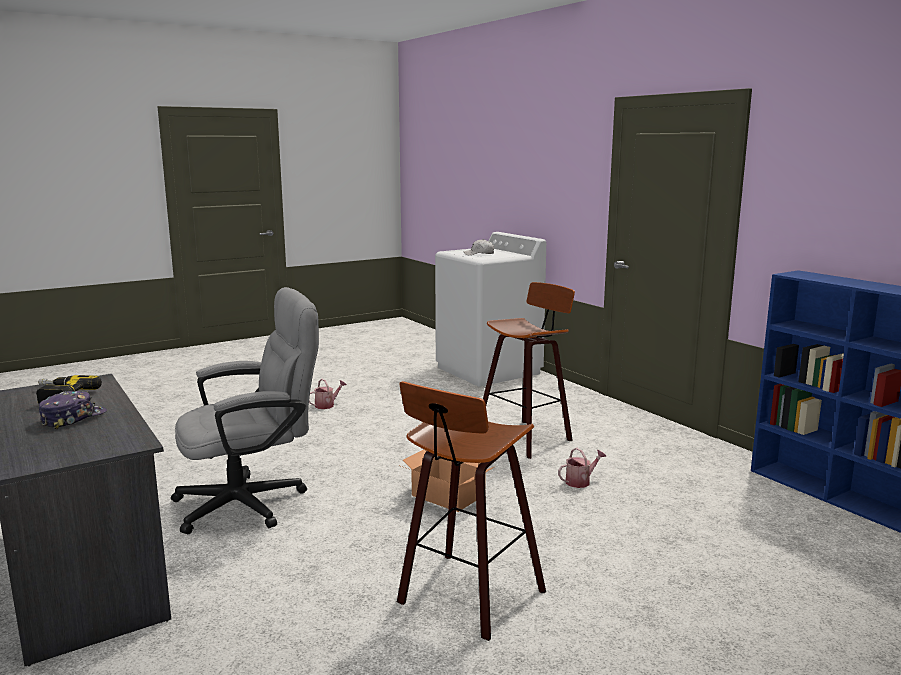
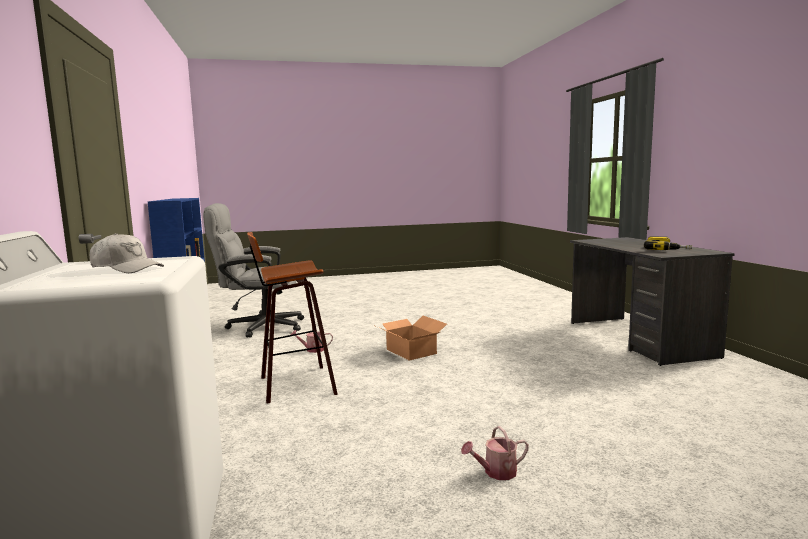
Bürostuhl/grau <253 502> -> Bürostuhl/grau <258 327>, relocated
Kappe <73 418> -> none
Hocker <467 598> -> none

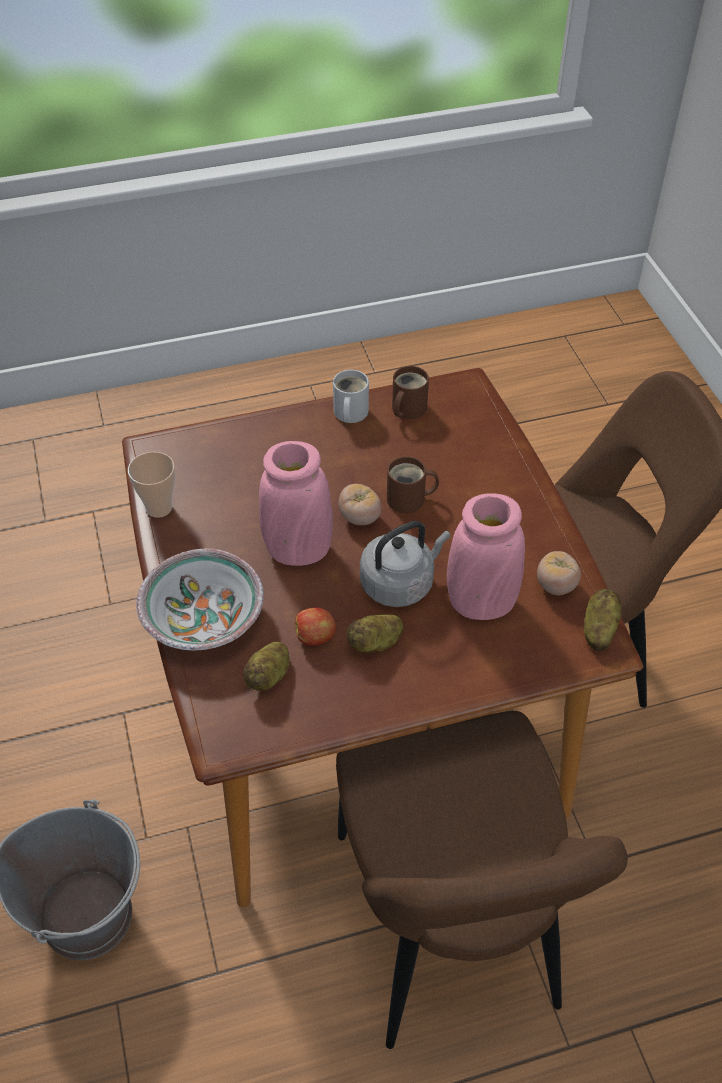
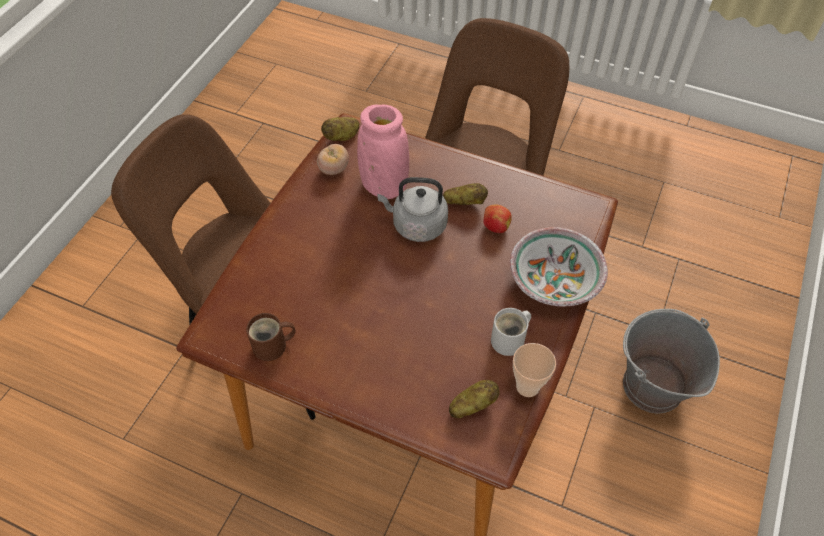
Kartoffel <269 676> -> Kartoffel <472 405>, relocated
Henkelbecher/weiß <349 413> -> Henkelbecher/weiß <510 340>, relocated
Vase/rosa <298 550> -> none
Tomate <359 517> -> none
Henkelbecher/braun <409 500> -> none

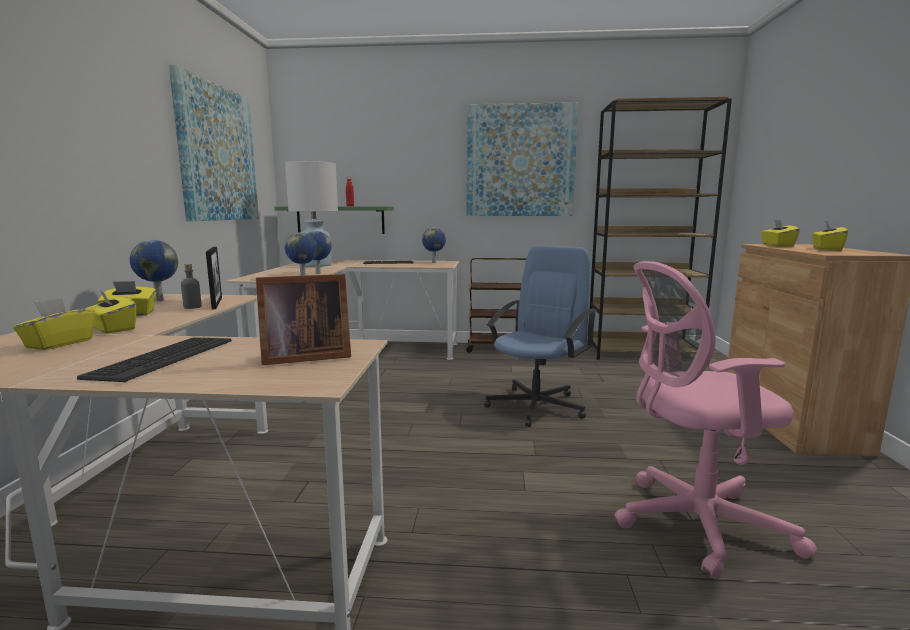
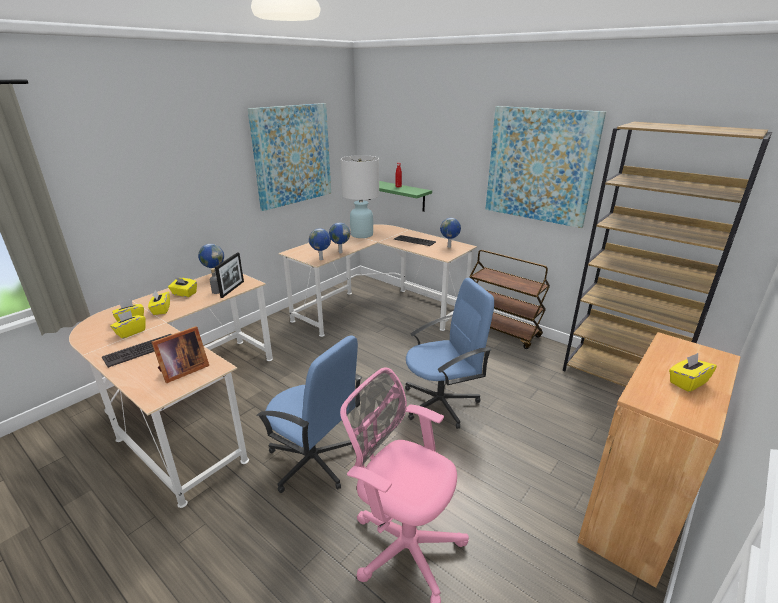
Taschentuchbox/gelb <777 245> -> Taschentuchbox/gelb <131 332>, relocated
Bilderrahmen <303 357> -> Bilderrahmen <182 371>, 60 degrees counterclockwise
none -> Bürostuhl/blau <314 461>

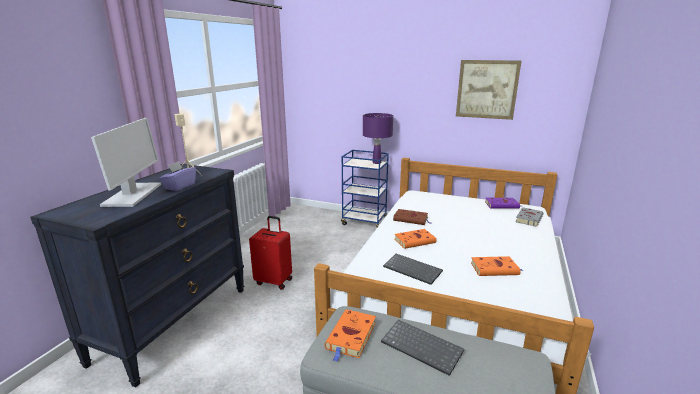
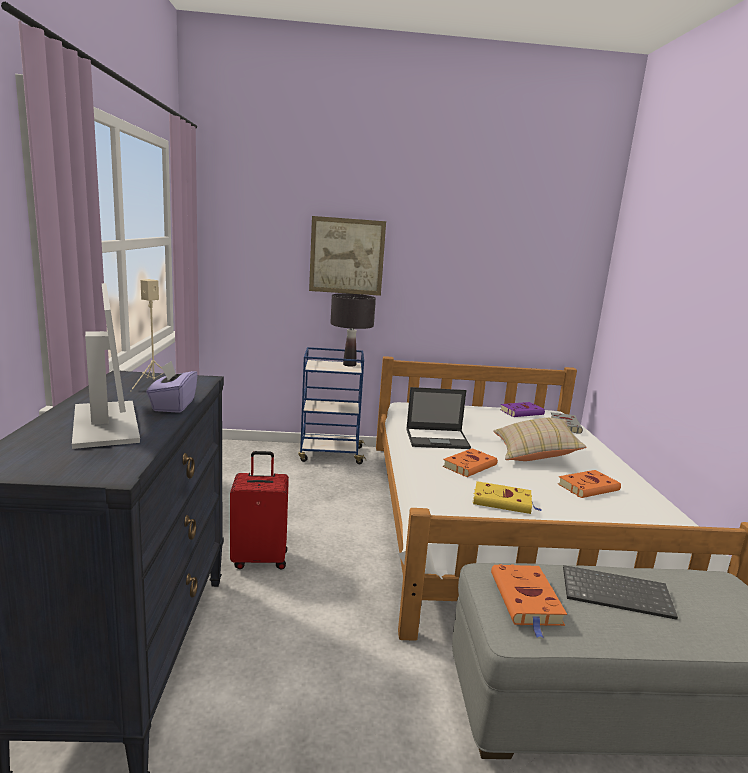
Bild <487 89> -> Bild <347 256>, relocated
Tischlampe/lila <376 162> -> Tischlampe/schwarz <349 365>
Buch/braun <411 219> -> Laptop <438 439>
Tastatur <413 269> -> Buch/gelb <503 502>
none -> Kissen/beige <534 454>

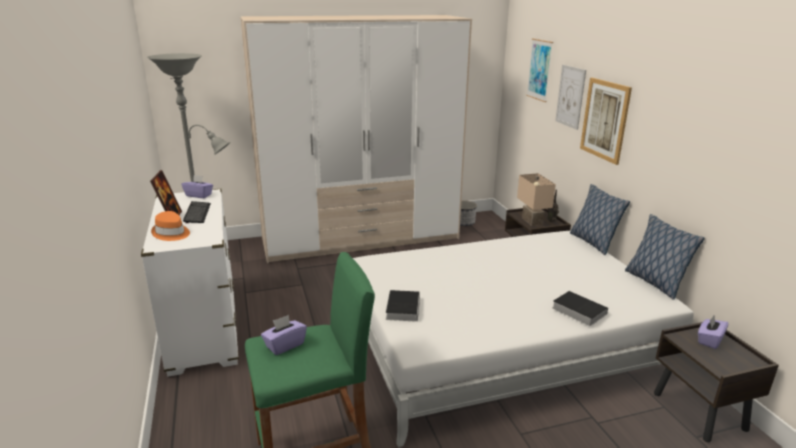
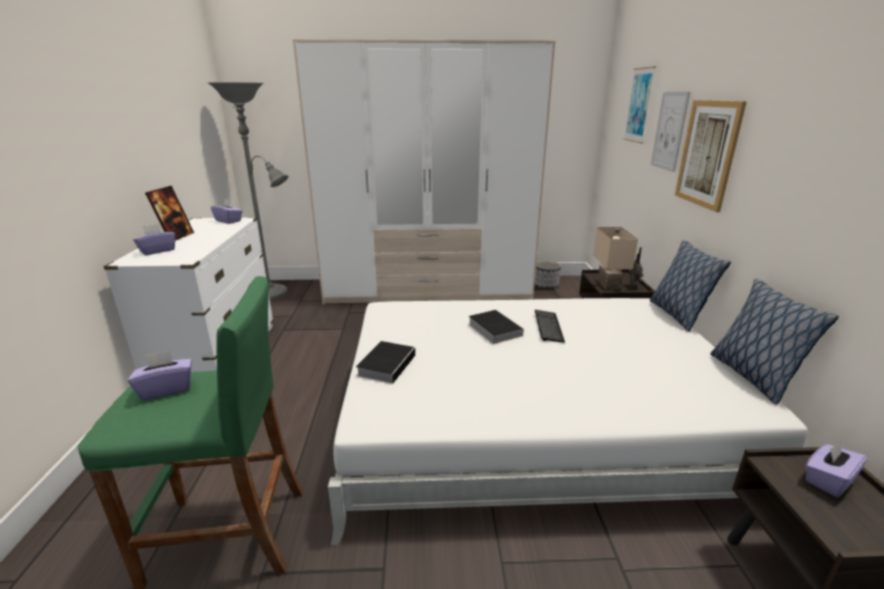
Hut/orange <171 233> -> Taschentuchbox/lila <157 251>
Buch <577 310> -> Buch <493 329>, relocated
Tastatur <197 213> -> Tastatur <548 327>, relocated

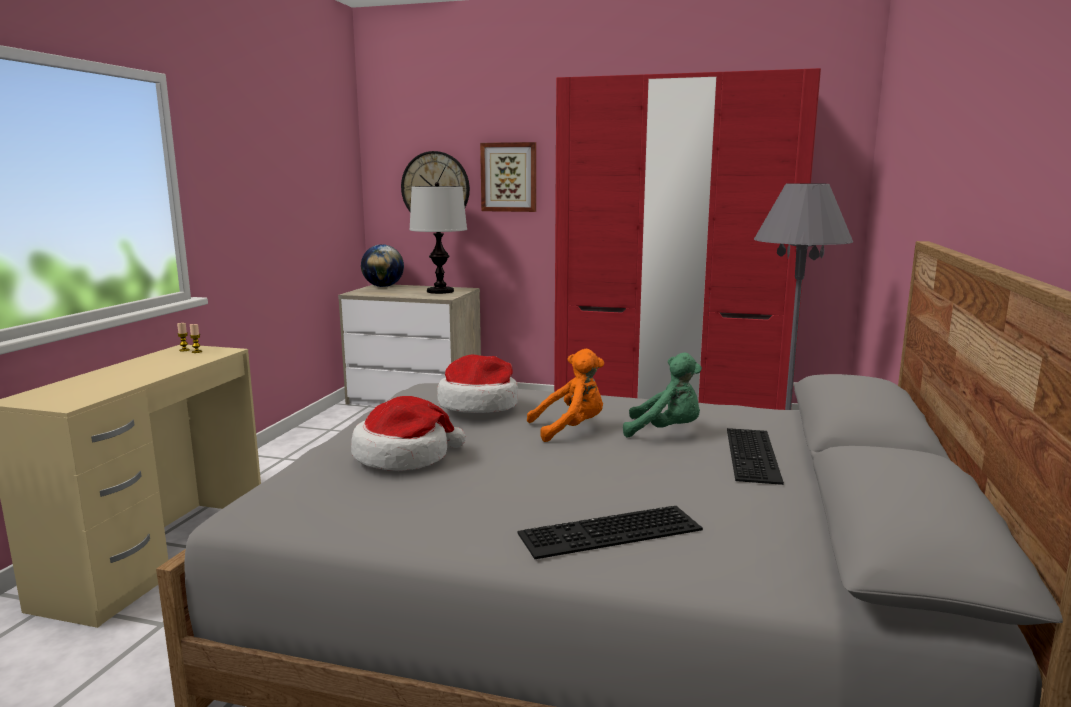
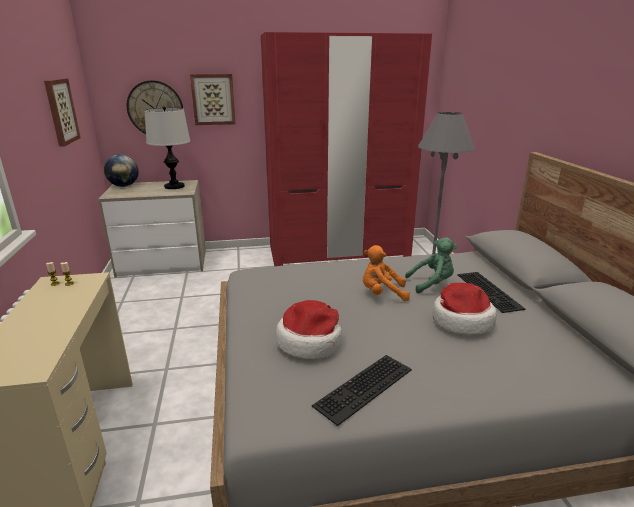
none -> Bild <61 111>
Tastatur <610 533> -> Tastatur <365 389>, relocated
Plüschtier/orange <570 429> -> Plüschtier/orange <382 294>, 135 degrees counterclockwise
Hut <479 405> -> Hut <461 320>, relocated

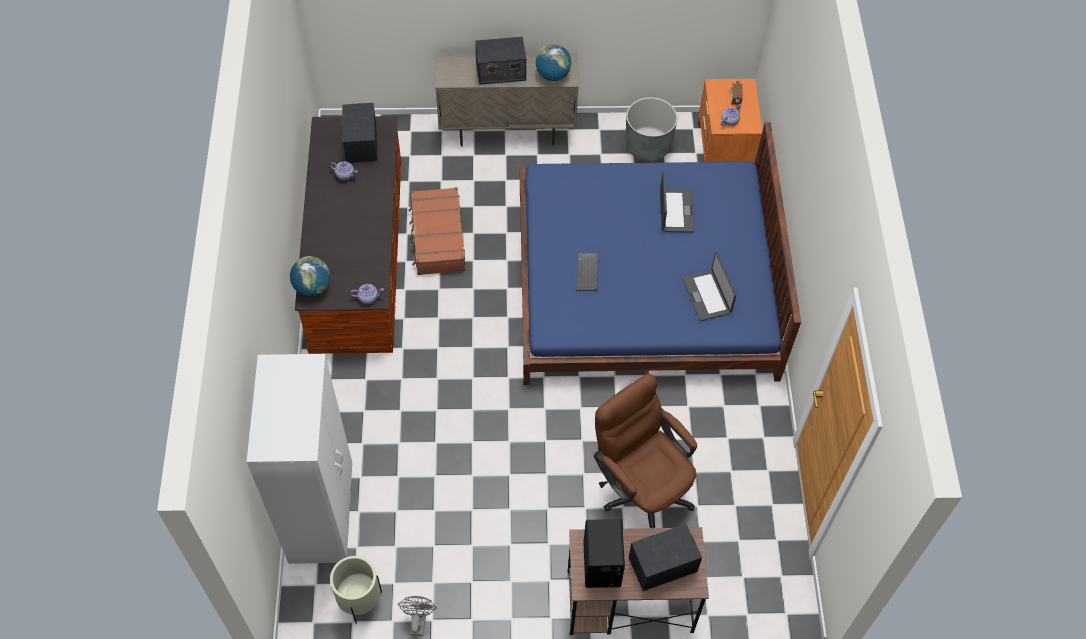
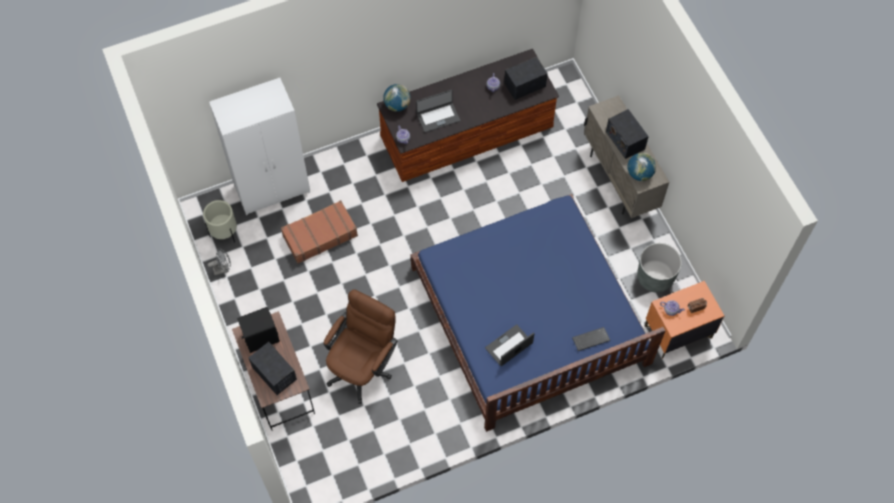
Koffer/braun <437 238> -> Koffer/braun <319 235>, relocated
Laptop <675 211> -> Laptop <438 117>, relocated
Tastatur <588 273> -> Tastatur <590 340>, relocated

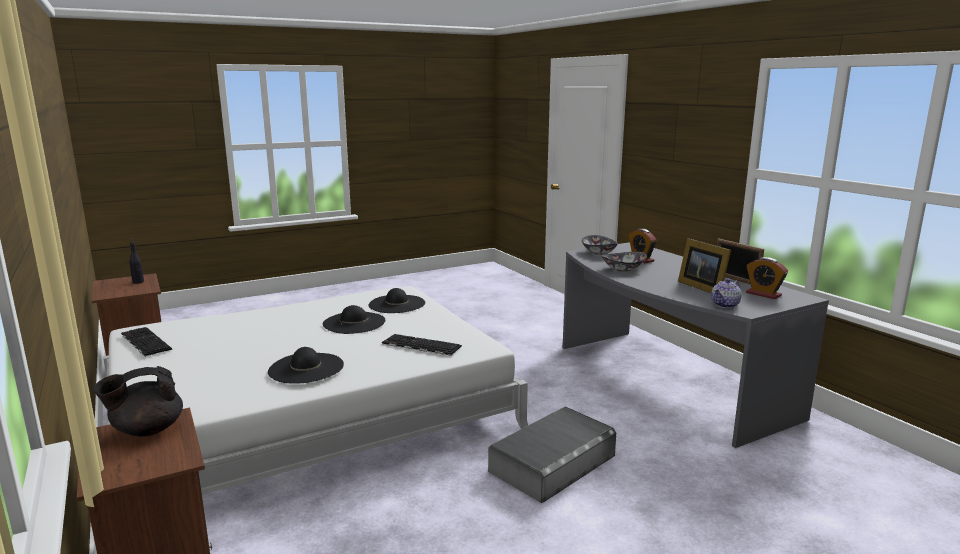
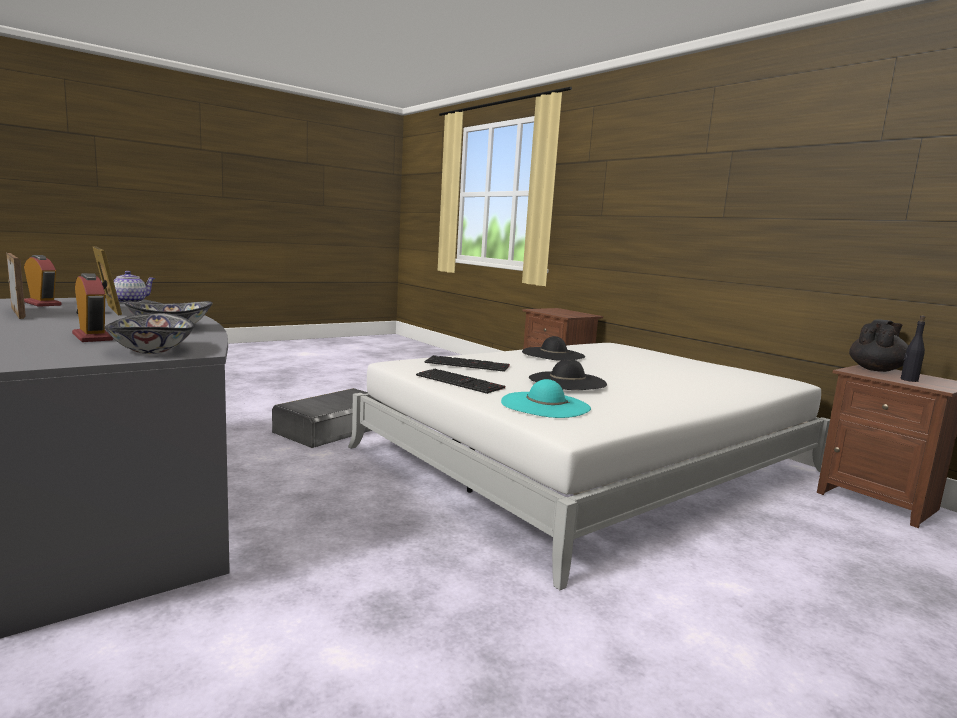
Tastatur <144 342> -> Tastatur <461 381>, relocated
Hut/schwarz <397 304> -> Hut/türkis <545 405>
Teekanne/schwarz <147 430> -> Teekanne/schwarz <876 369>, relocated

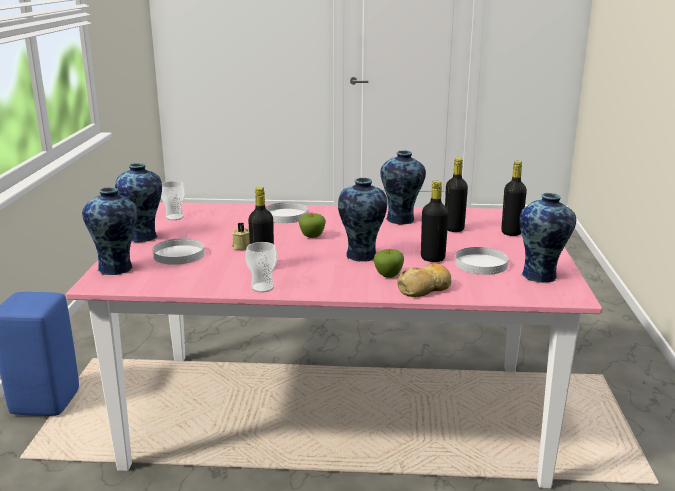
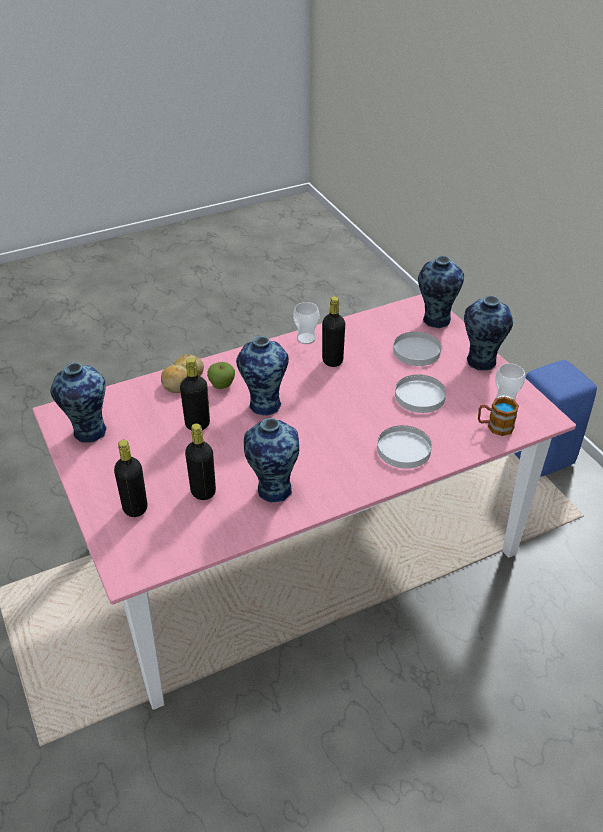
Teller/weiß <480 264> -> Teller/weiß <420 396>, relocated
none -> Henkelbecher <494 426>
Kerze/beige <241 247> -> none
Apfel <312 236> -> none

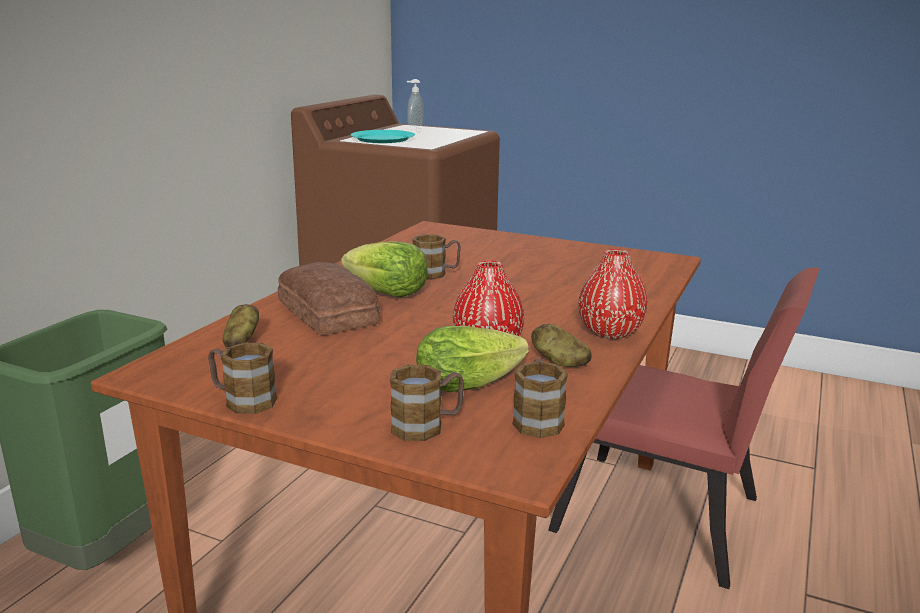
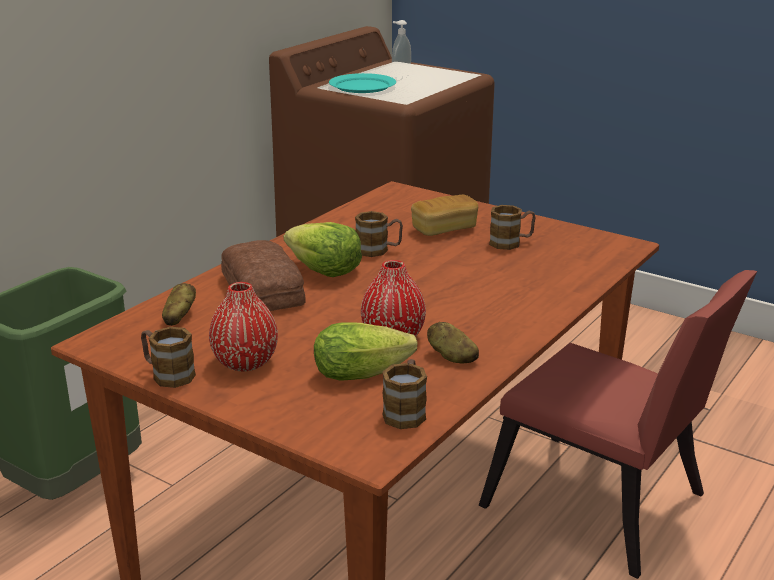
Vase/rot <610 332> -> Vase/rot <245 362>, relocated
none -> Brot <444 229>
Henkelbecher <427 426> -> Henkelbecher <511 243>, relocated

